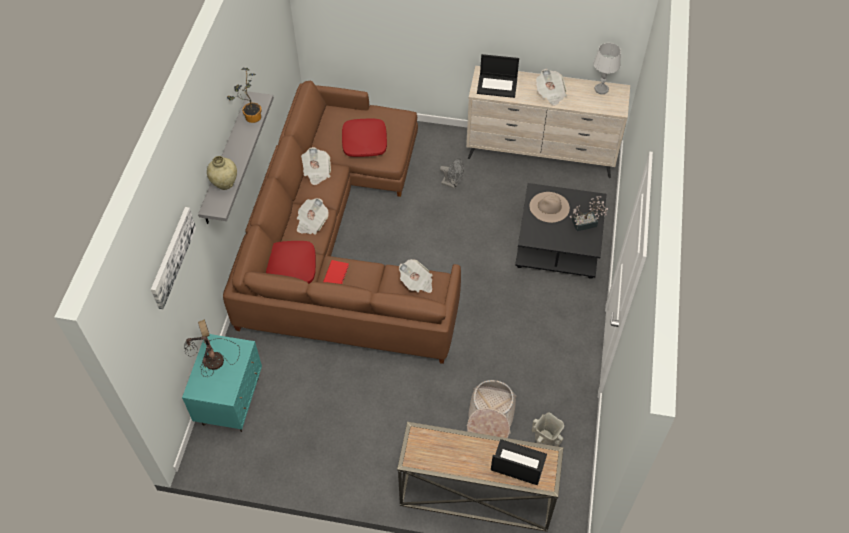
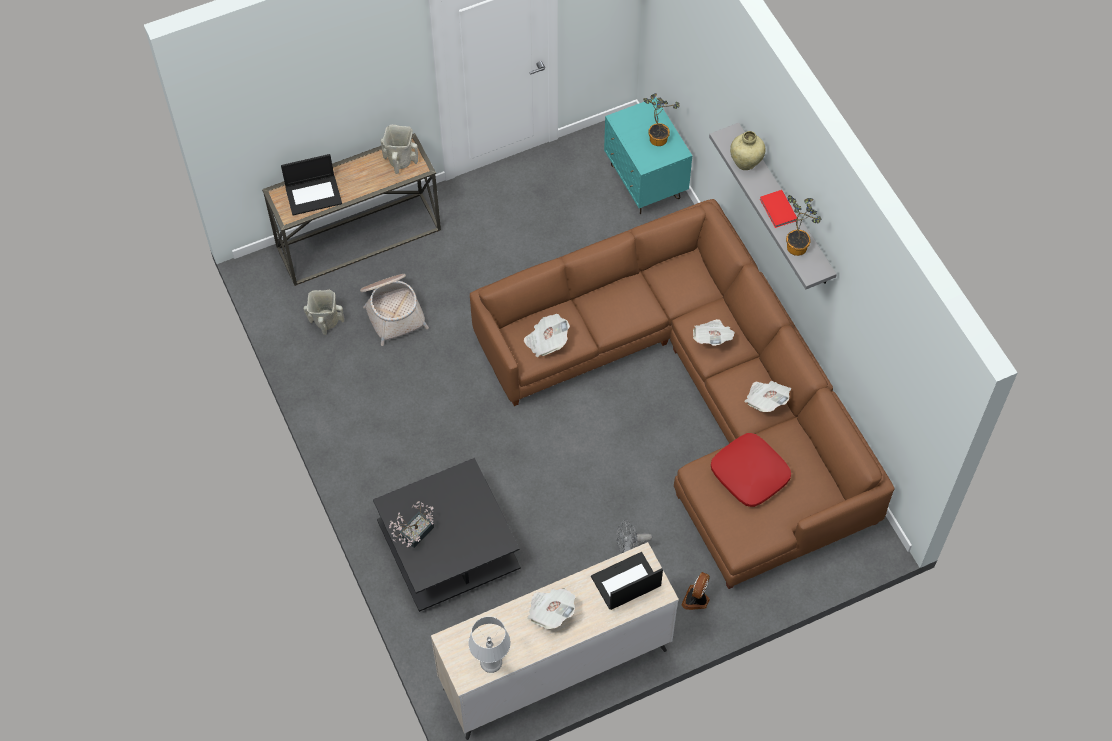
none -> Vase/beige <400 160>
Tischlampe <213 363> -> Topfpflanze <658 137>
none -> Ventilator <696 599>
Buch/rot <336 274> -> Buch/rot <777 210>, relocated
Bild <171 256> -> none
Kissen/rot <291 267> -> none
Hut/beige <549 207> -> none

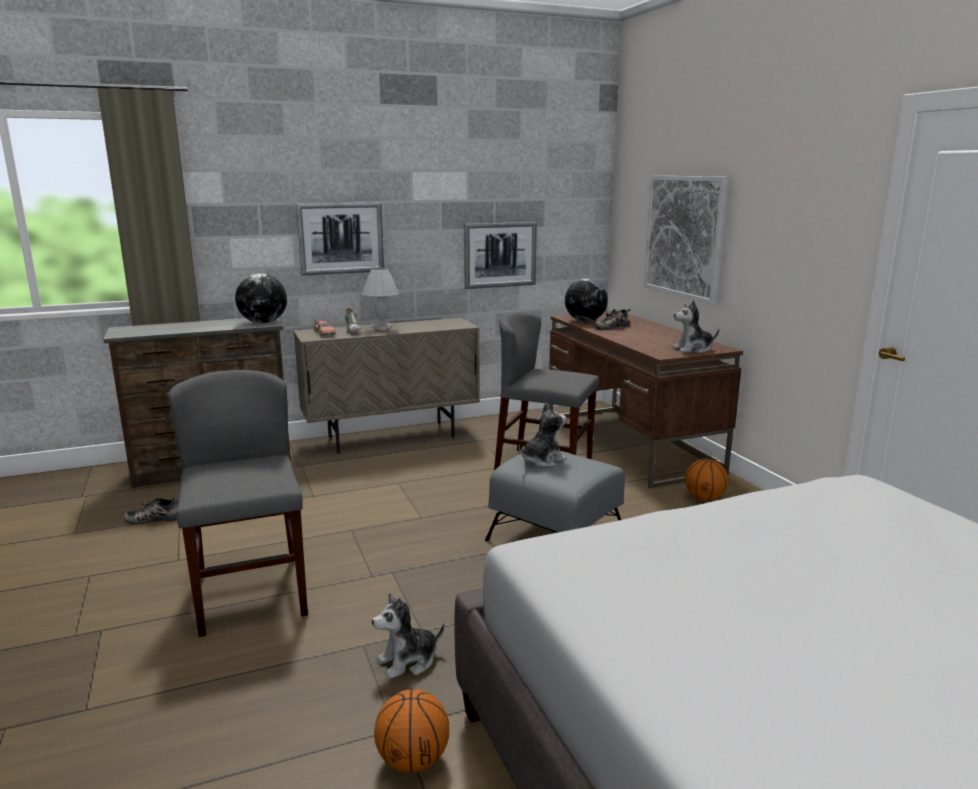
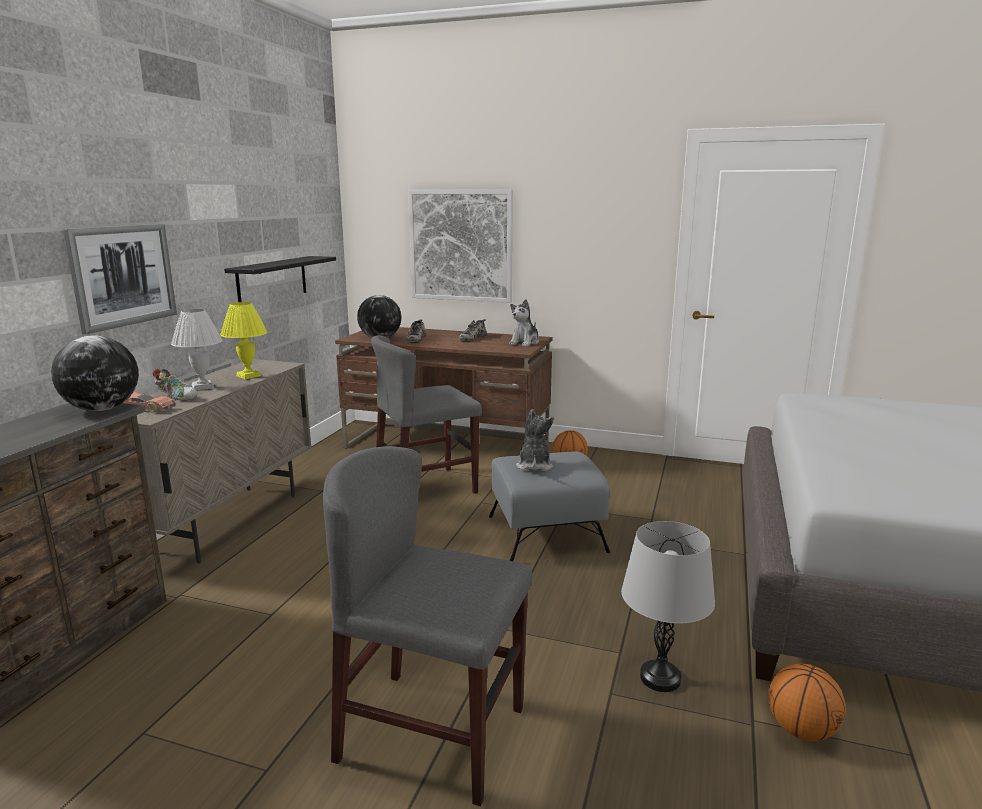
none -> Tischlampe/gelb <248 376>
Bild <500 255> -> Wandregal/schwarz <272 280>
Schuh <155 518> -> Schuh <472 337>, relocated
Plüschtier <408 661> -> Tischlampe/grau <660 678>

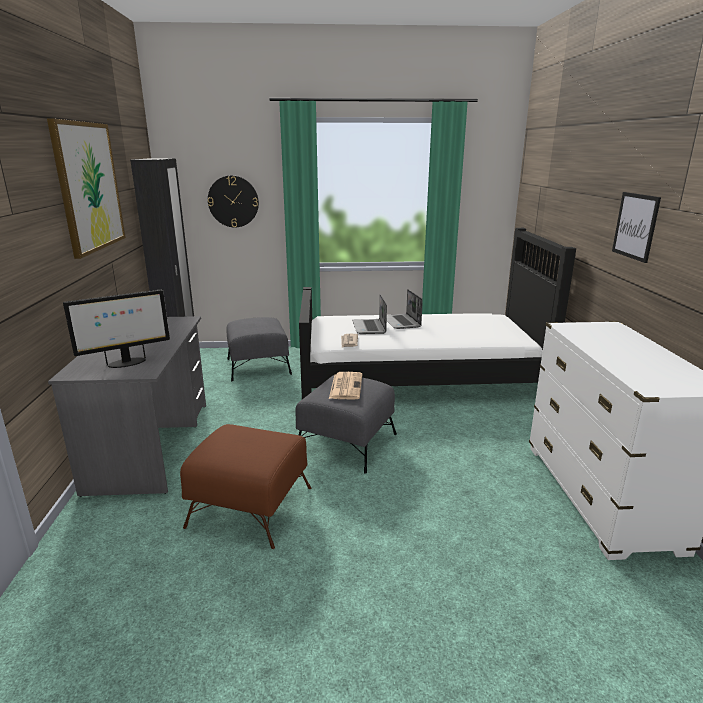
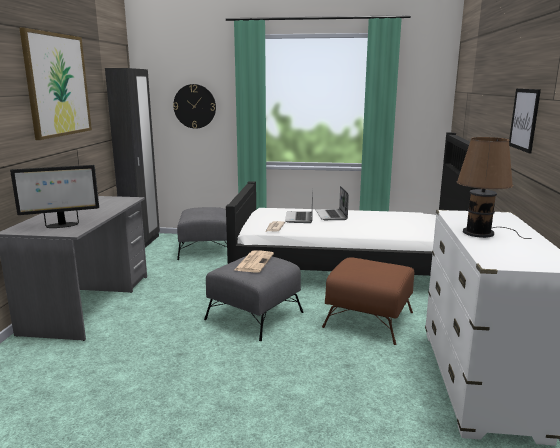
Polsterhocker/braun <251 507> -> Polsterhocker/braun <369 320>, relocated
none -> Tischlampe/braun <481 233>

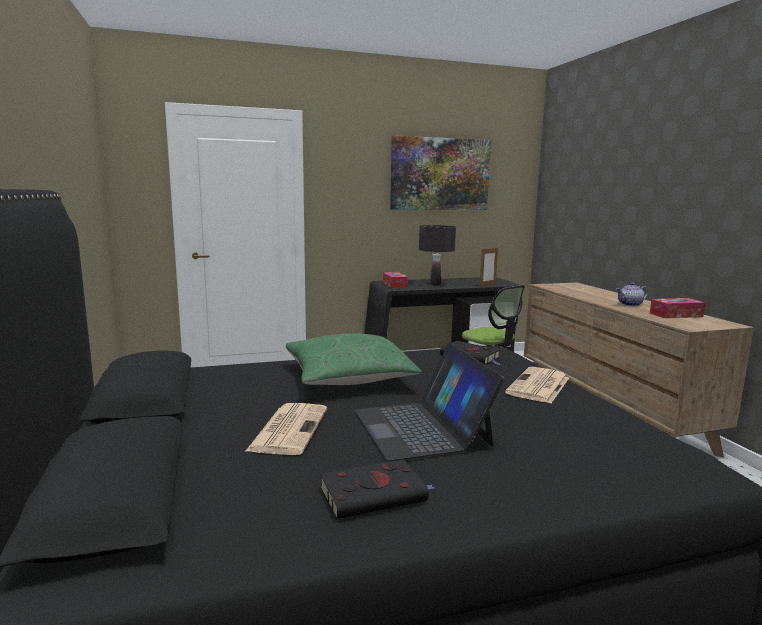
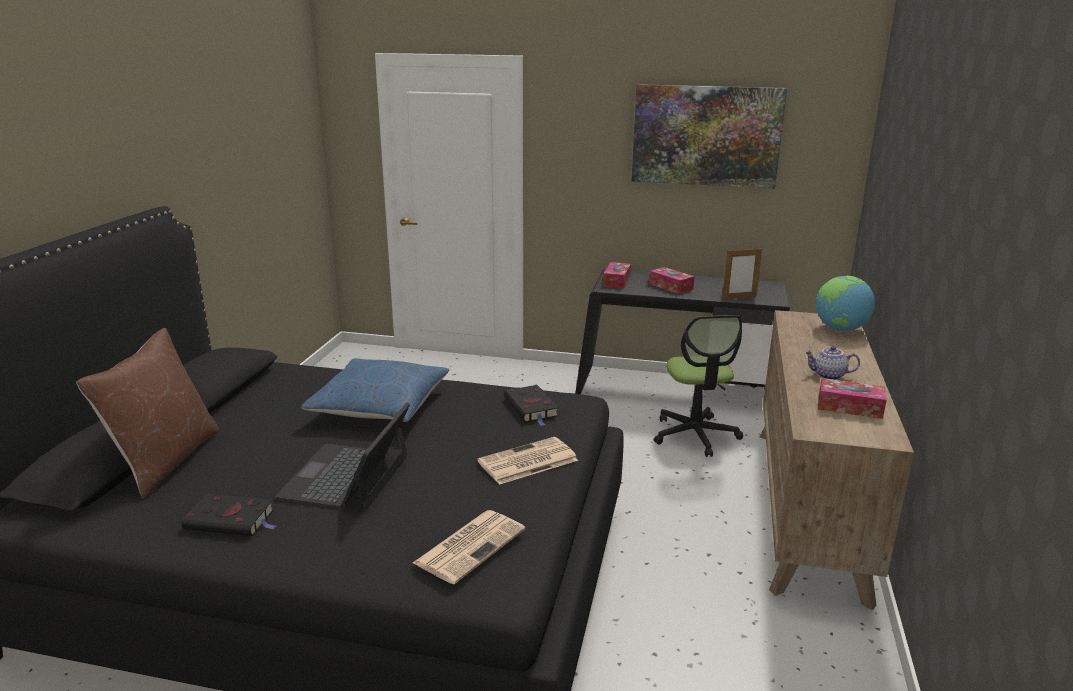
none -> Kissen/braun <165 460>
Kissen/grün <348 377> -> Kissen/blau <380 406>
Zeitung <289 428> -> Zeitung <471 545>, relocated
Tischlampe/schwarz <435 284> -> Taschentuchbox <670 286>
none -> Globus <840 329>

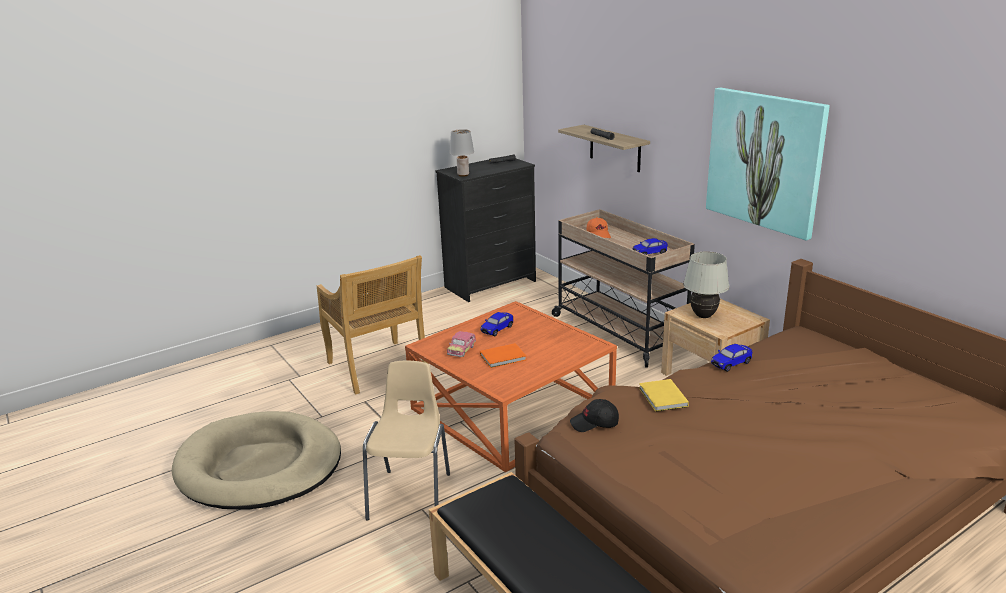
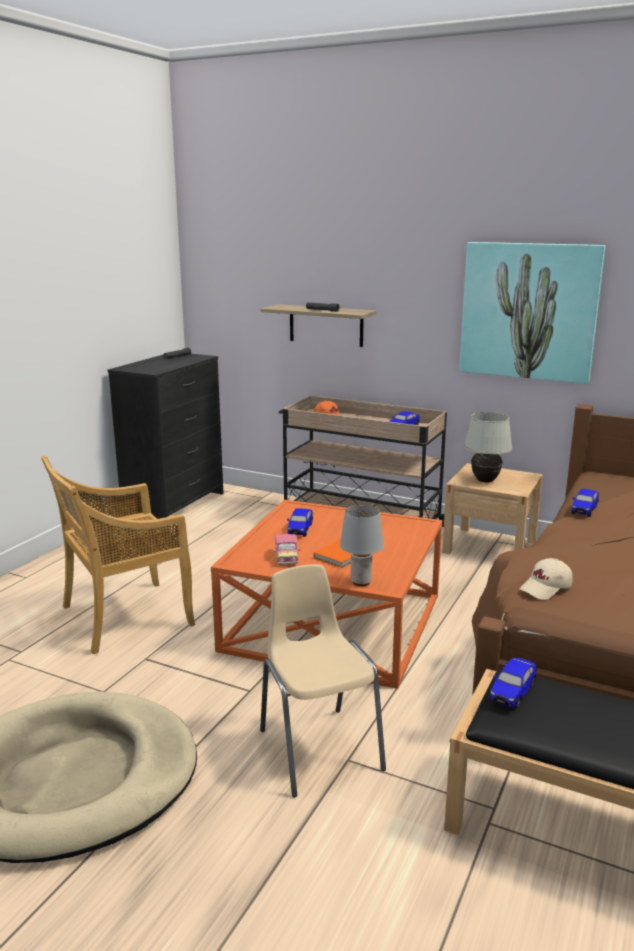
Stuhl/beige <378 367> -> Stuhl/beige <124 617>, 120 degrees clockwise
Tischlampe/grau <463 175> -> Tischlampe/grau <361 582>, relocated
none -> Spielzeugauto <512 693>
Kappe/schwarz <594 423> -> Kappe/beige <546 588>
Buch/gelb <662 398> -> none

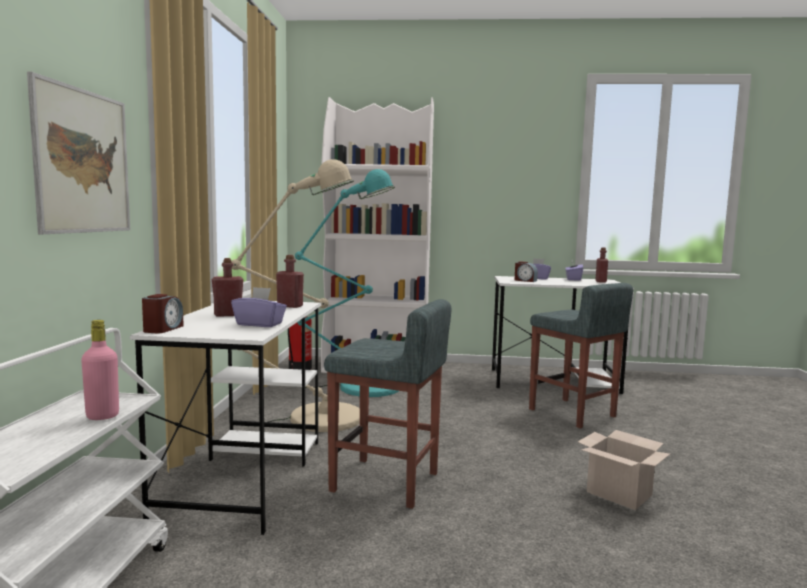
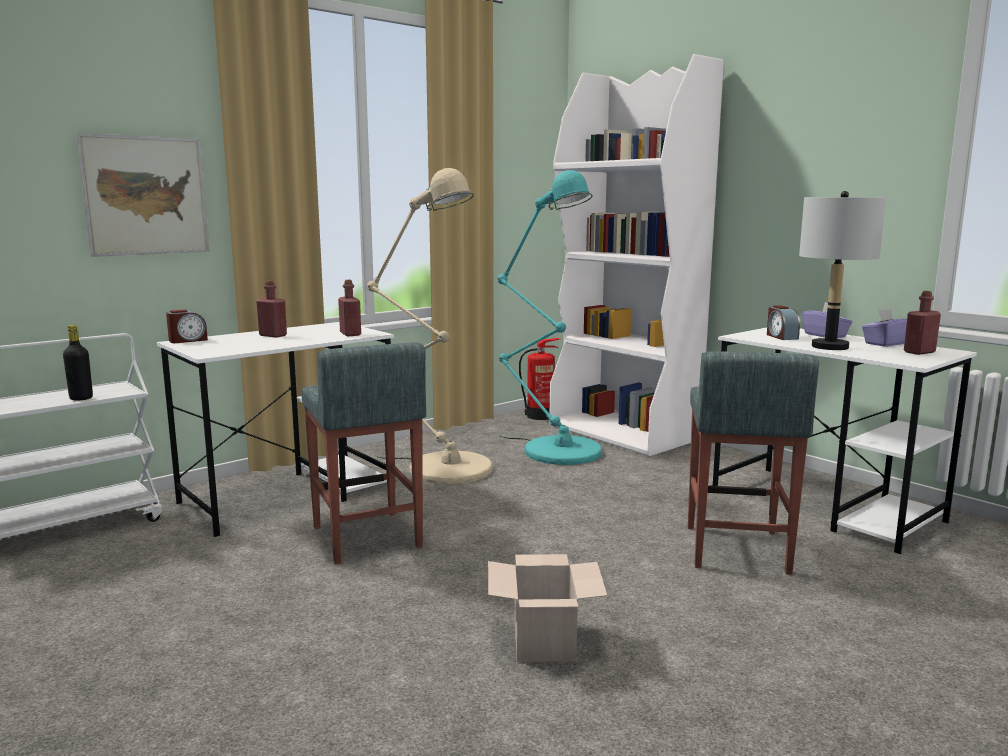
Flasche/rosa <102 416> -> Flasche/schwarz <81 398>
none -> Tischlampe/grau <830 347>
Taschentuchbox/lila <259 324> -> none

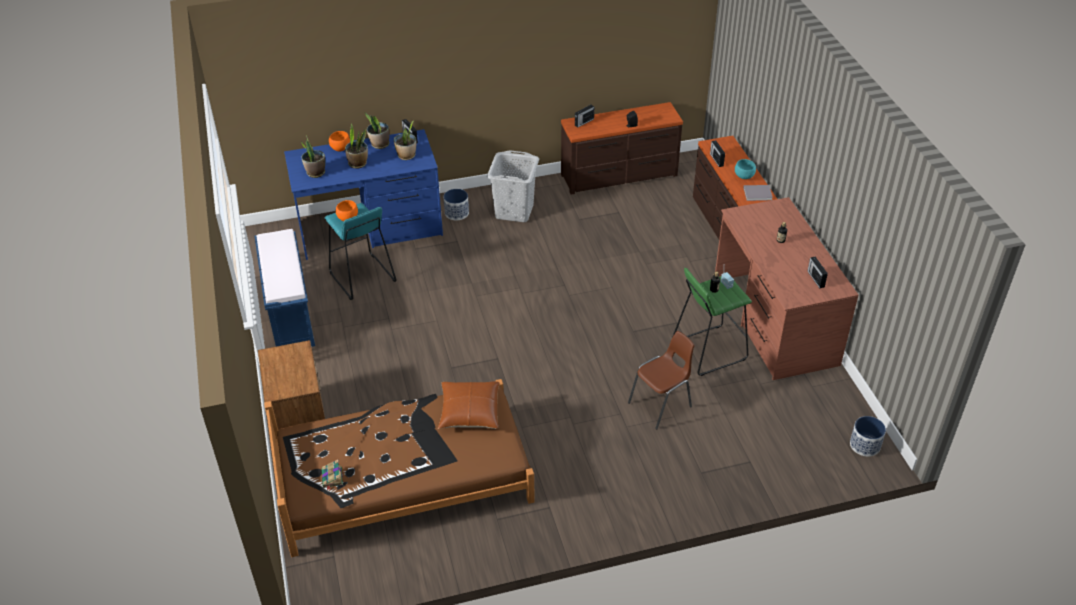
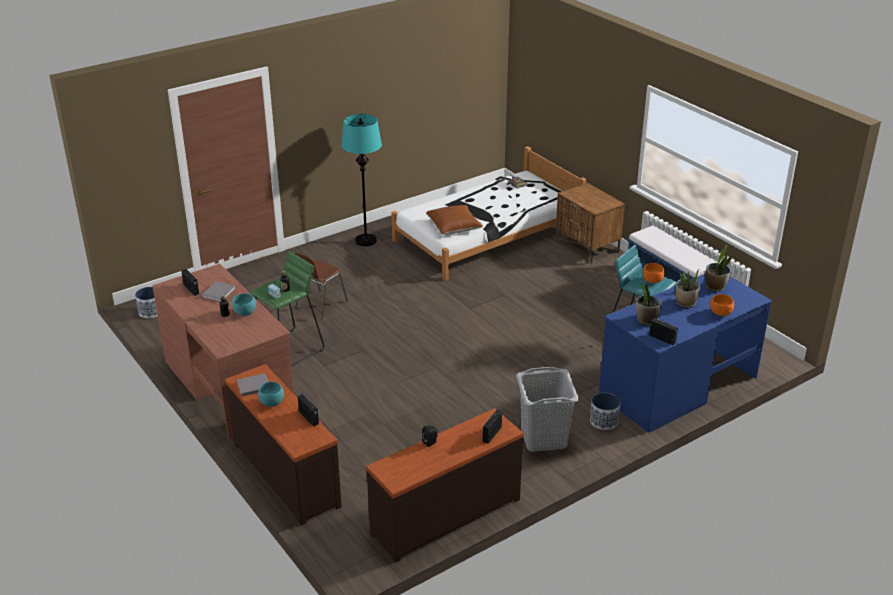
none -> Buch/grau <219 292>
none -> Schüssel/türkis <245 313>
none -> Stehlampe/türkis <366 240>
Bett/braun <403 478> -> Bett/weiß <488 235>
Topfpflanze <379 144> -> none

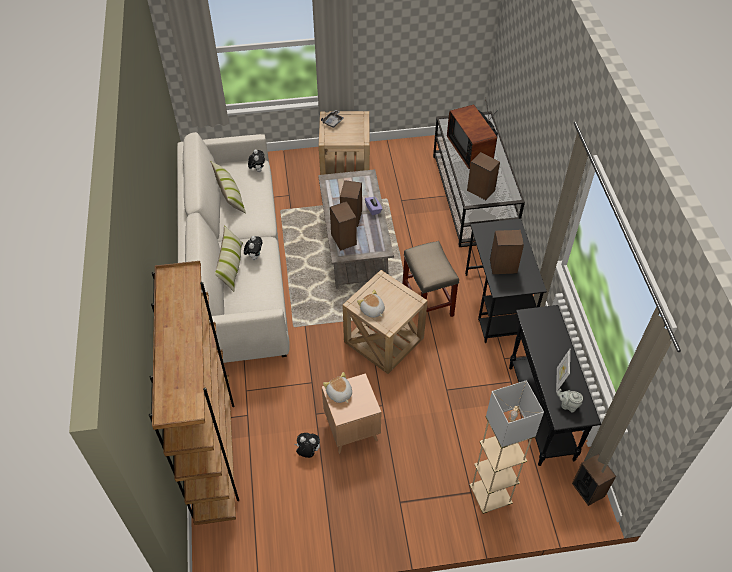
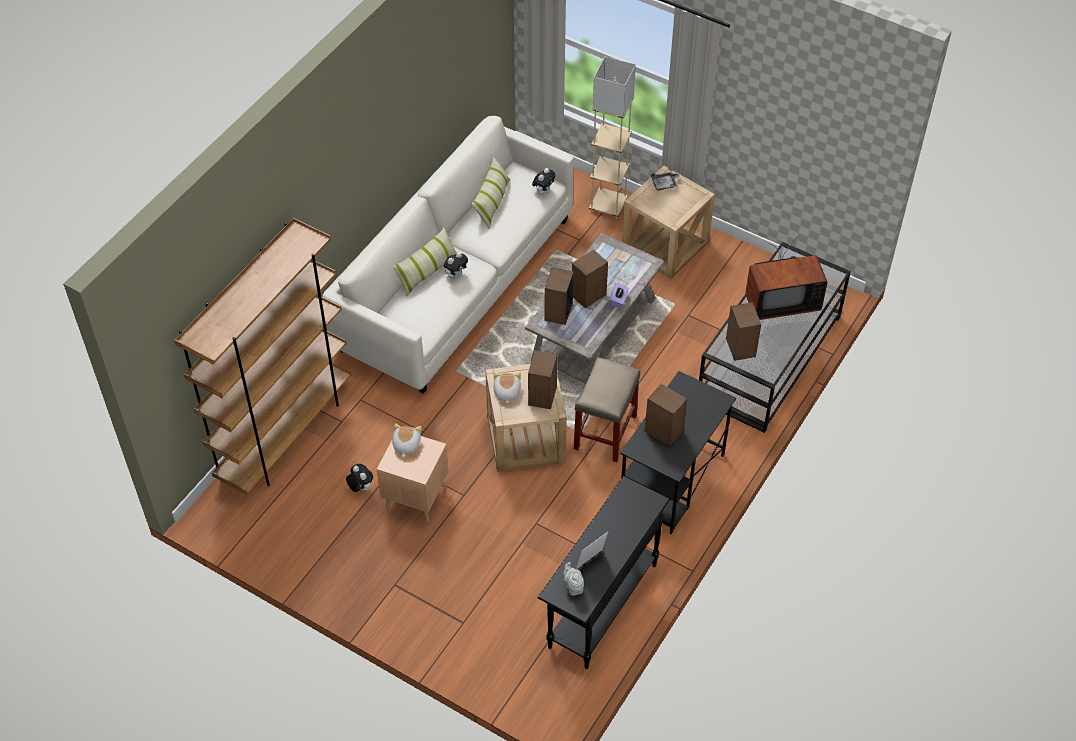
Lautsprecher <588 489> -> Lautsprecher <542 395>, relocated
Stehlampe/beige <490 496> -> Stehlampe/beige <608 205>, relocated
Fernseher <472 150> -> Fernseher <780 301>, 120 degrees counterclockwise

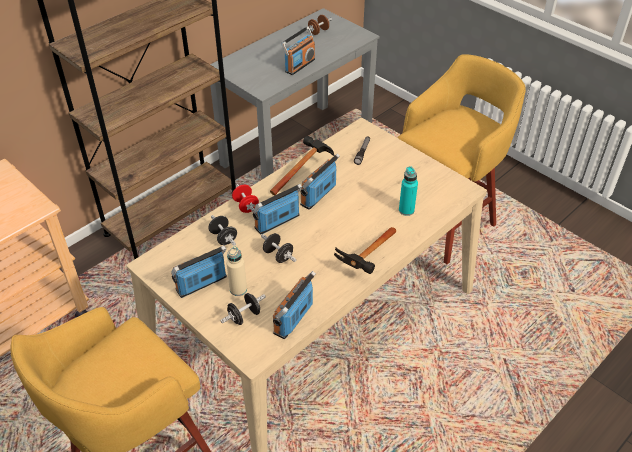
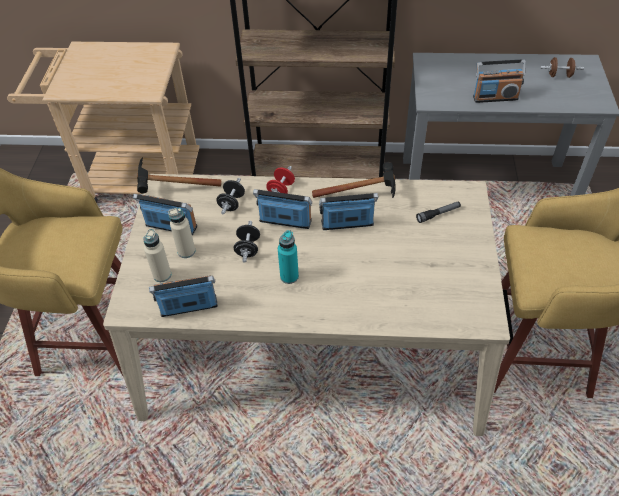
Hammer <367 263> -> Hammer <170 191>, relocated
Hantel/schwarz <244 316> -> Flasche/beige <162 275>
Flasche/türkis <406 210> -> Flasche/türkis <289 276>, relocated

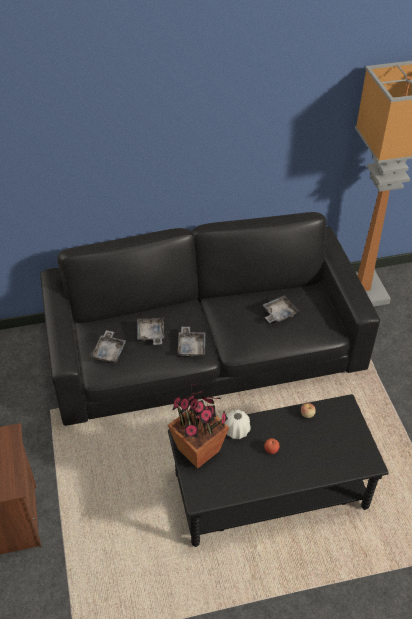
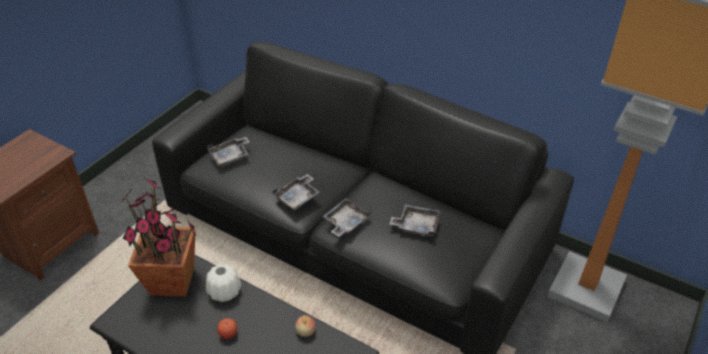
Tablett/grau <151 334> -> Tablett/grau <345 222>, relocated

